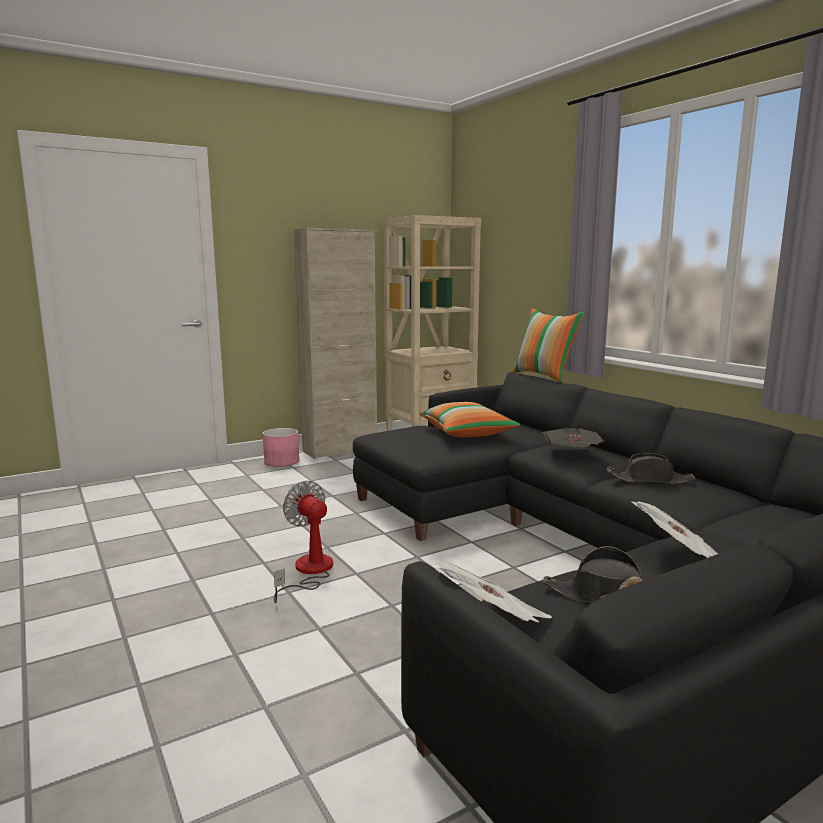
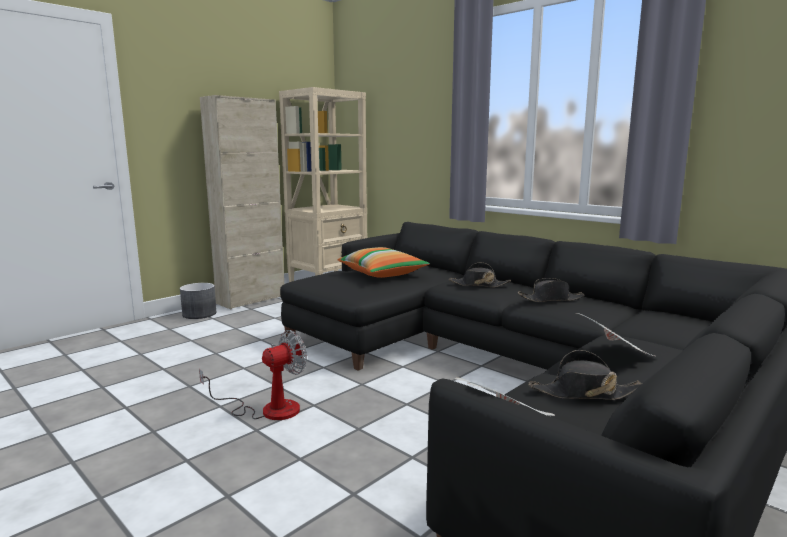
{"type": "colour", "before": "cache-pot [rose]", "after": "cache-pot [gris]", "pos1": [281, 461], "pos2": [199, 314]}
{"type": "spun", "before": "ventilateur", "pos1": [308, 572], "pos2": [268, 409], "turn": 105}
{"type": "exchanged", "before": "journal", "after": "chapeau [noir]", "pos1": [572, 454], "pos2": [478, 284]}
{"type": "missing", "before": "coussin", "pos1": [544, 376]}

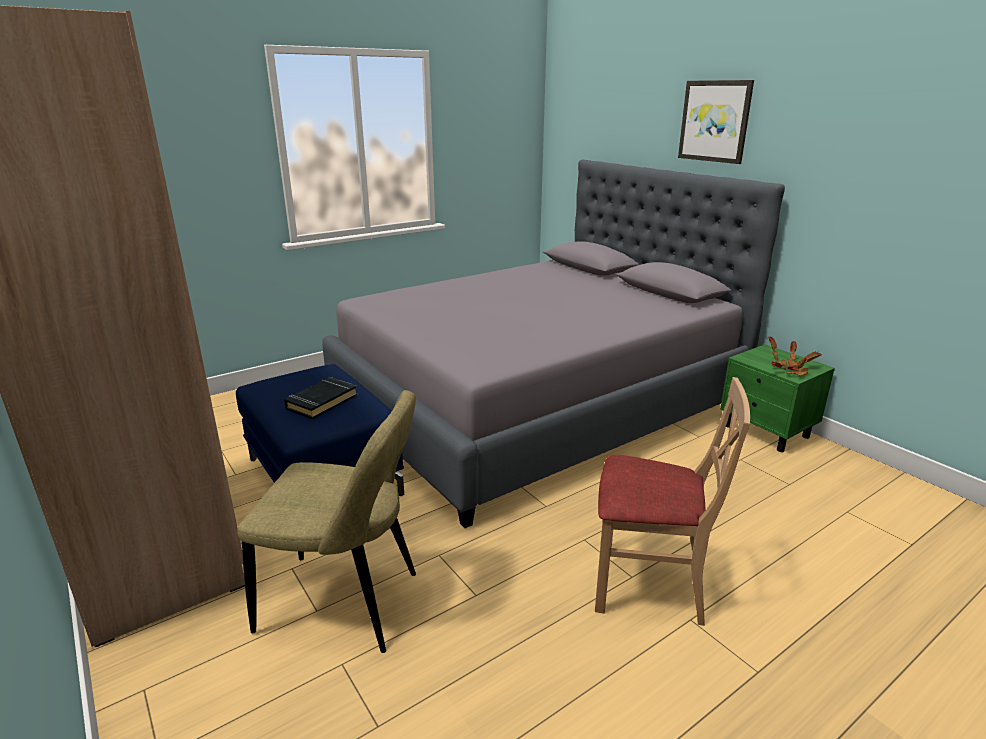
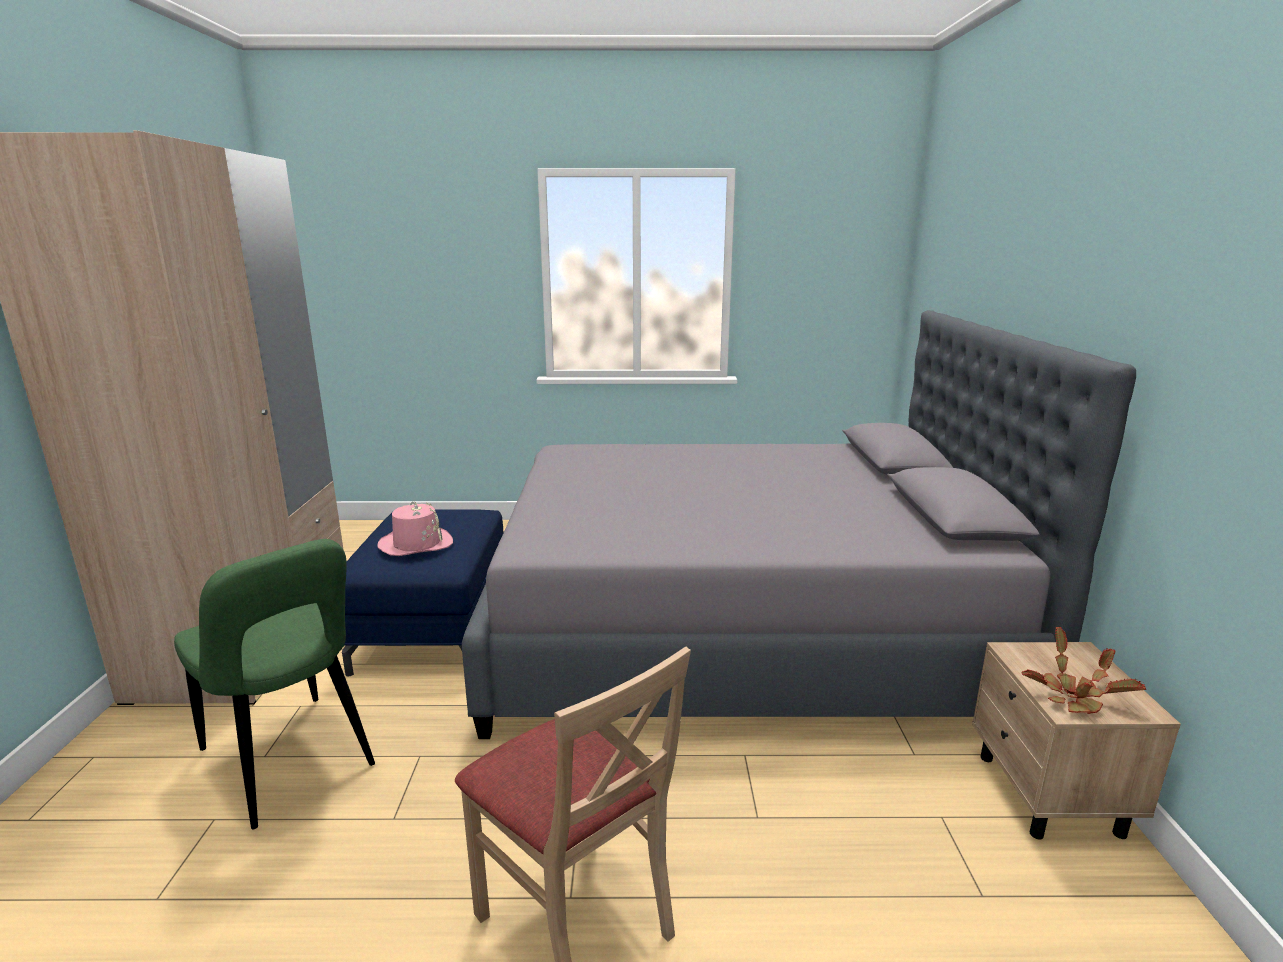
{"type": "colour", "before": "chaise [beige]", "after": "chaise [vert]", "pos1": [346, 603], "pos2": [291, 762]}
{"type": "exchanged", "before": "livre [noir]", "after": "chapeau [rose]", "pos1": [321, 402], "pos2": [416, 544]}
{"type": "colour", "before": "table de chevet [vert]", "after": "table de chevet [beige]", "pos1": [767, 432], "pos2": [1049, 795]}
{"type": "missing", "before": "tableau", "pos1": [715, 121]}

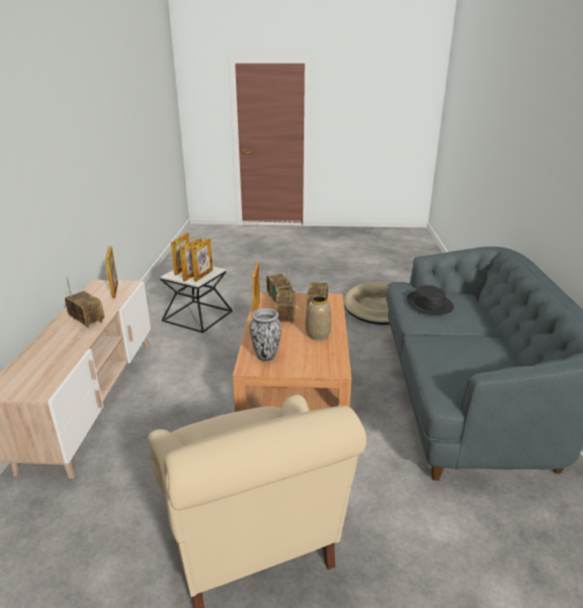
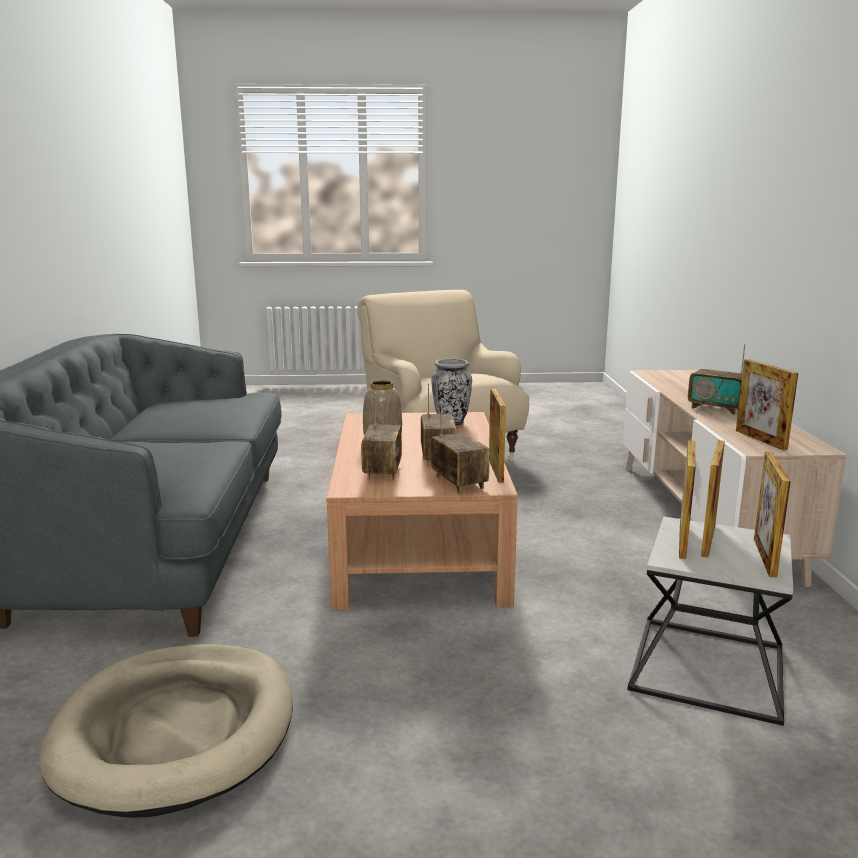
{"type": "missing", "before": "chapeau [noir]", "pos1": [429, 304]}

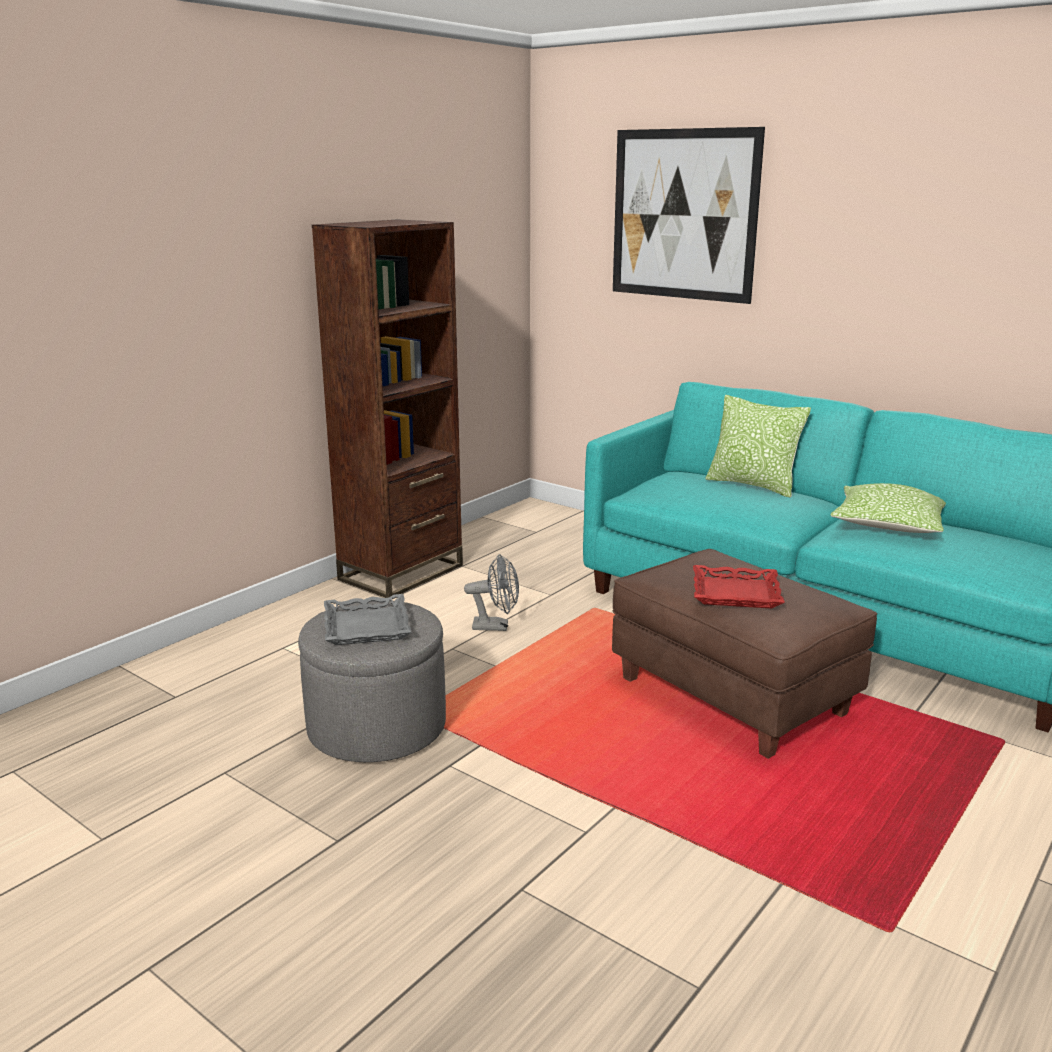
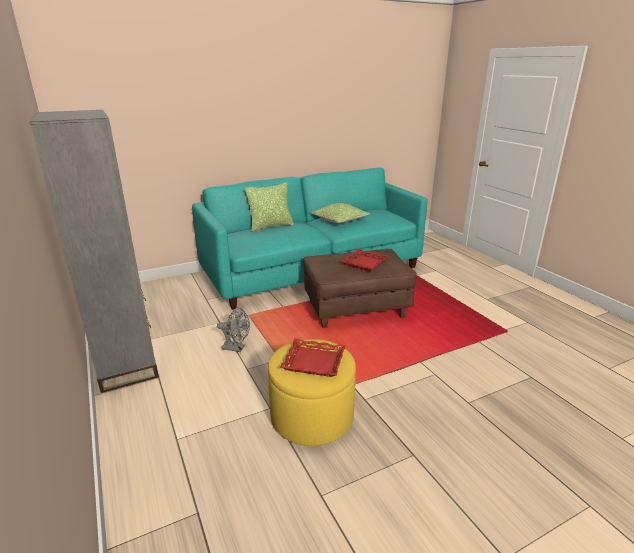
{"type": "colour", "before": "bibliothèque [marron]", "after": "bibliothèque [gris]", "pos1": [401, 572], "pos2": [126, 363]}
{"type": "spun", "before": "ventilateur [gris]", "pos1": [496, 626], "pos2": [237, 348], "turn": 75}
{"type": "colour", "before": "pouf [gris]", "after": "pouf [jaune]", "pos1": [377, 727], "pos2": [312, 416]}
{"type": "colour", "before": "plateau [gris]", "after": "plateau [rouge]", "pos1": [366, 627], "pos2": [314, 362]}
{"type": "missing", "before": "tableau", "pos1": [683, 215]}

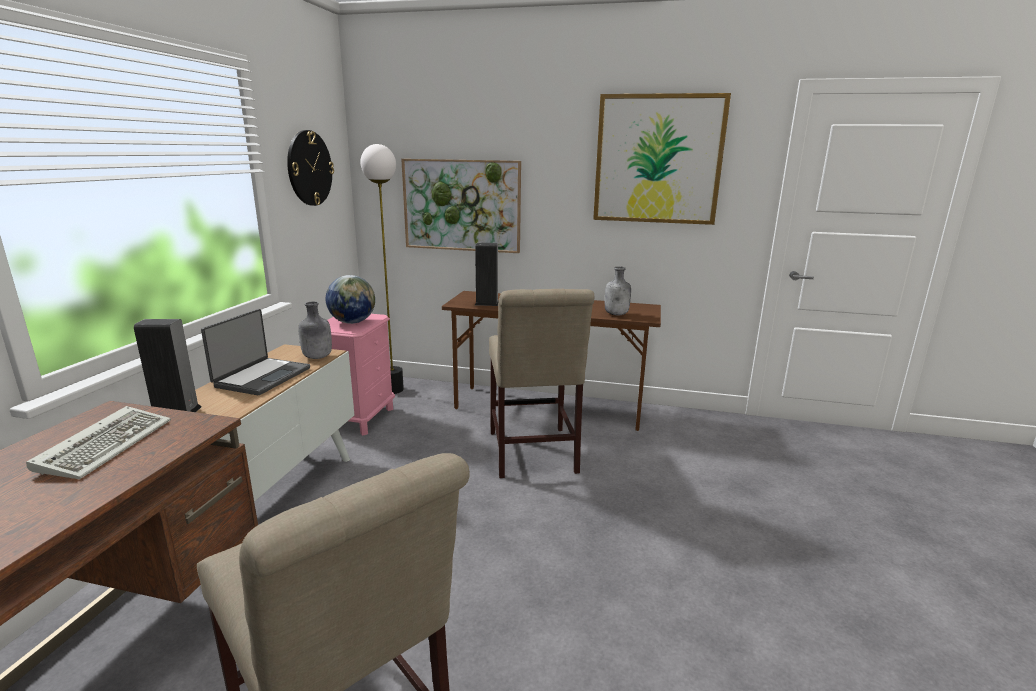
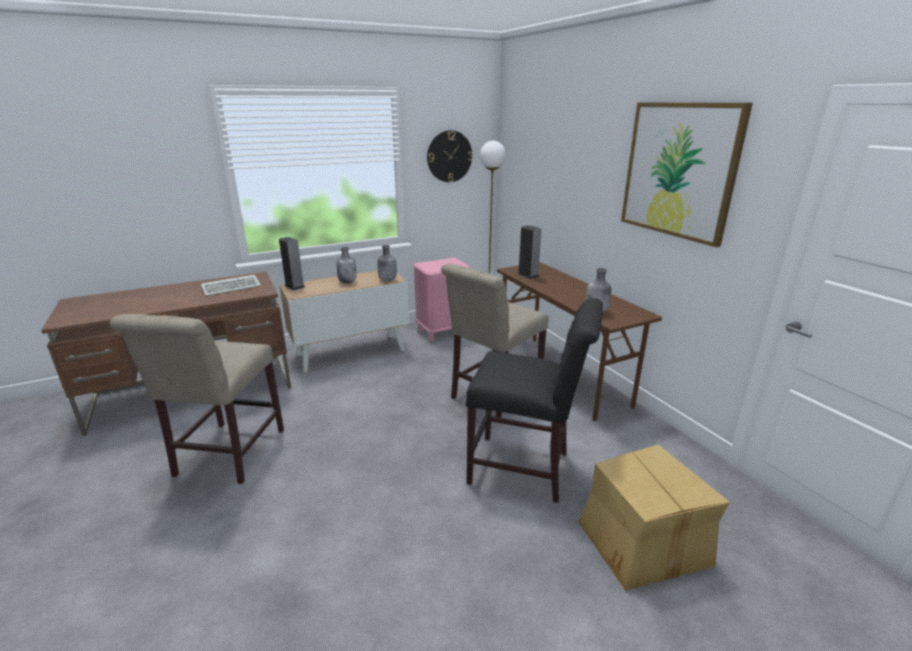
{"type": "exchanged", "before": "ordinateur portable", "after": "bouteille [gris]", "pos1": [261, 377], "pos2": [348, 282]}
{"type": "appeared", "after": "chaise [noir]", "pos2": [525, 469]}
{"type": "appeared", "after": "carton", "pos2": [642, 542]}
{"type": "missing", "before": "globe", "pos1": [352, 322]}
{"type": "missing", "before": "tableau", "pos1": [462, 205]}

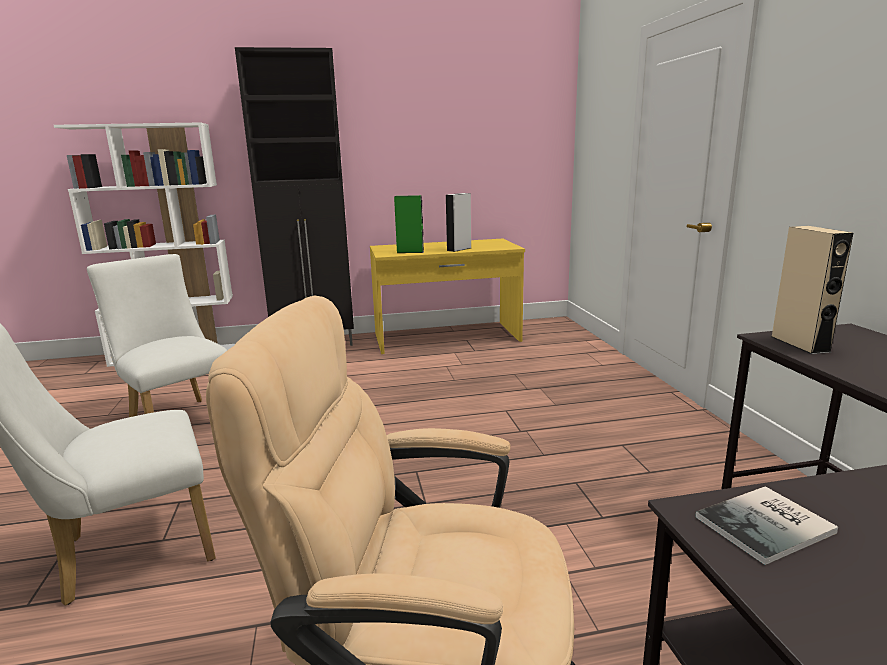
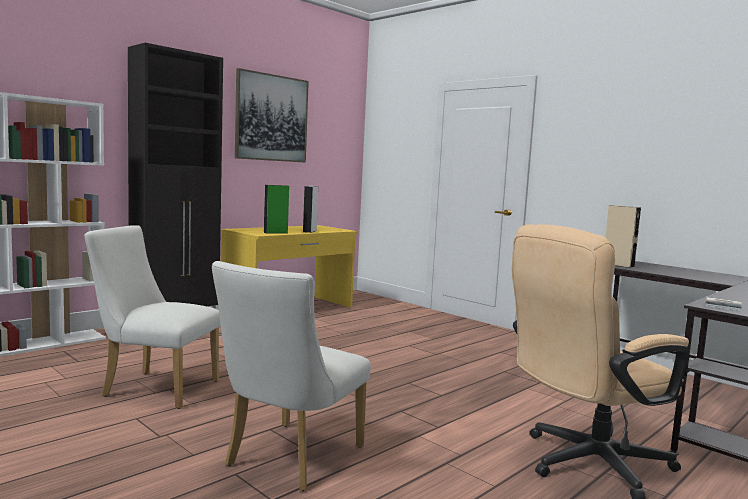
{"type": "appeared", "after": "tableau", "pos2": [271, 118]}

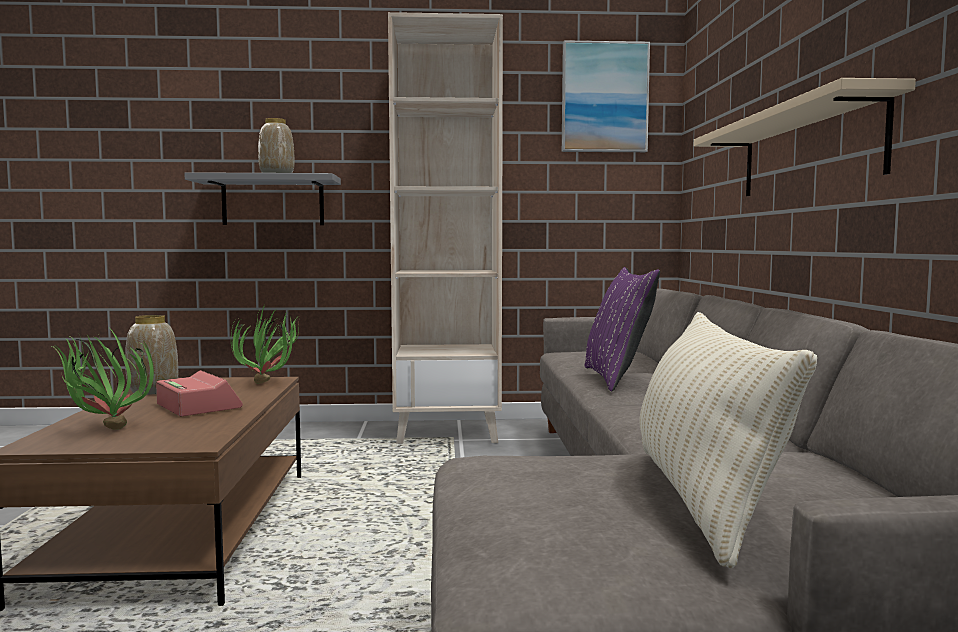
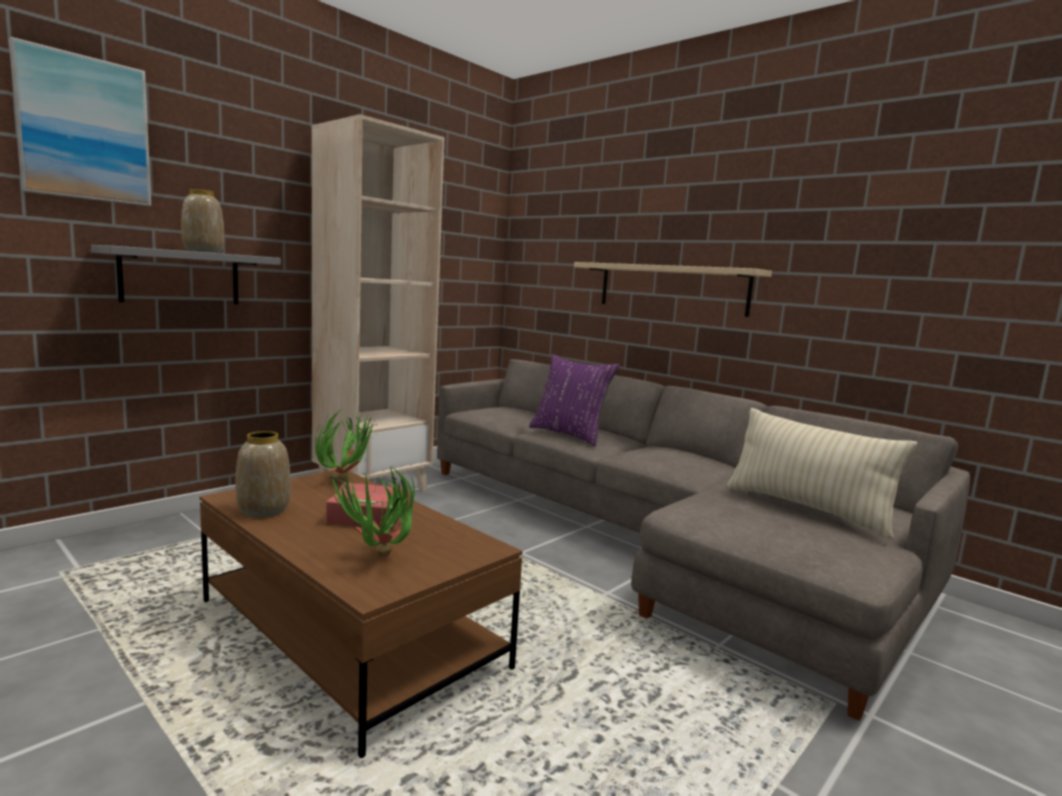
{"type": "relocated", "before": "tableau", "pos1": [604, 98], "pos2": [84, 129]}

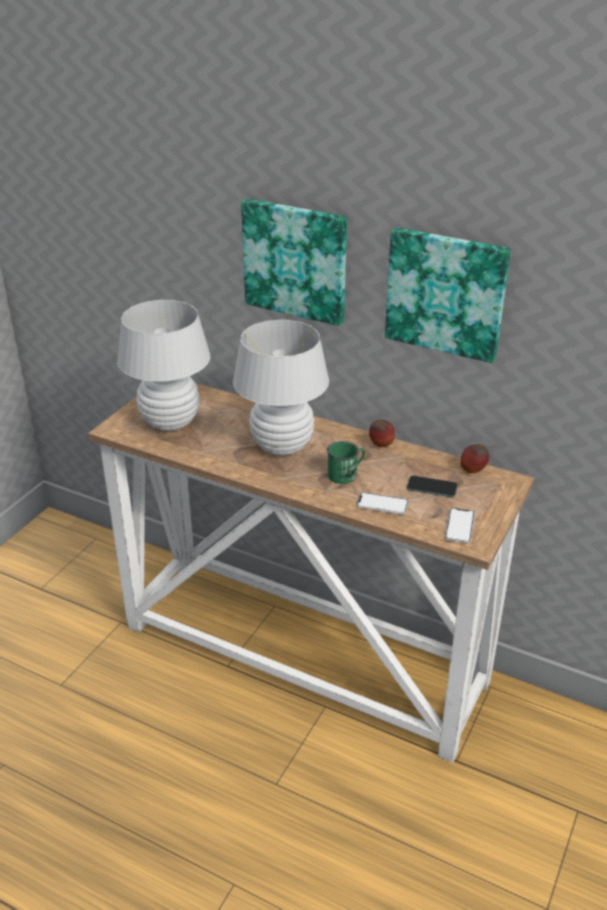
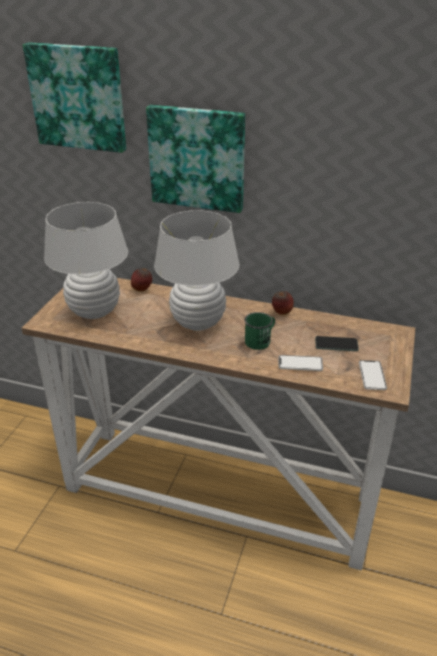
{"type": "relocated", "before": "tableau", "pos1": [446, 293], "pos2": [78, 97]}
{"type": "relocated", "before": "pomme", "pos1": [473, 471], "pos2": [142, 290]}

